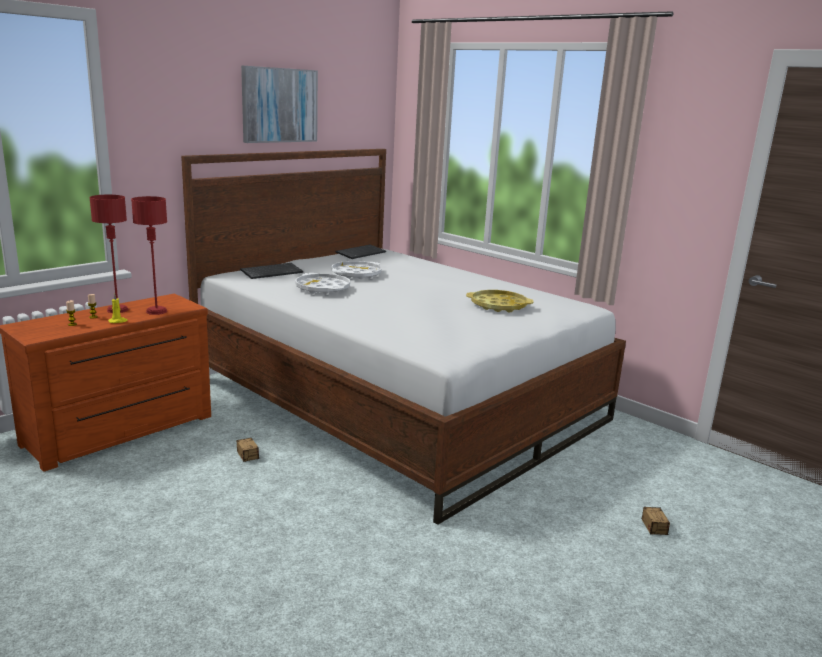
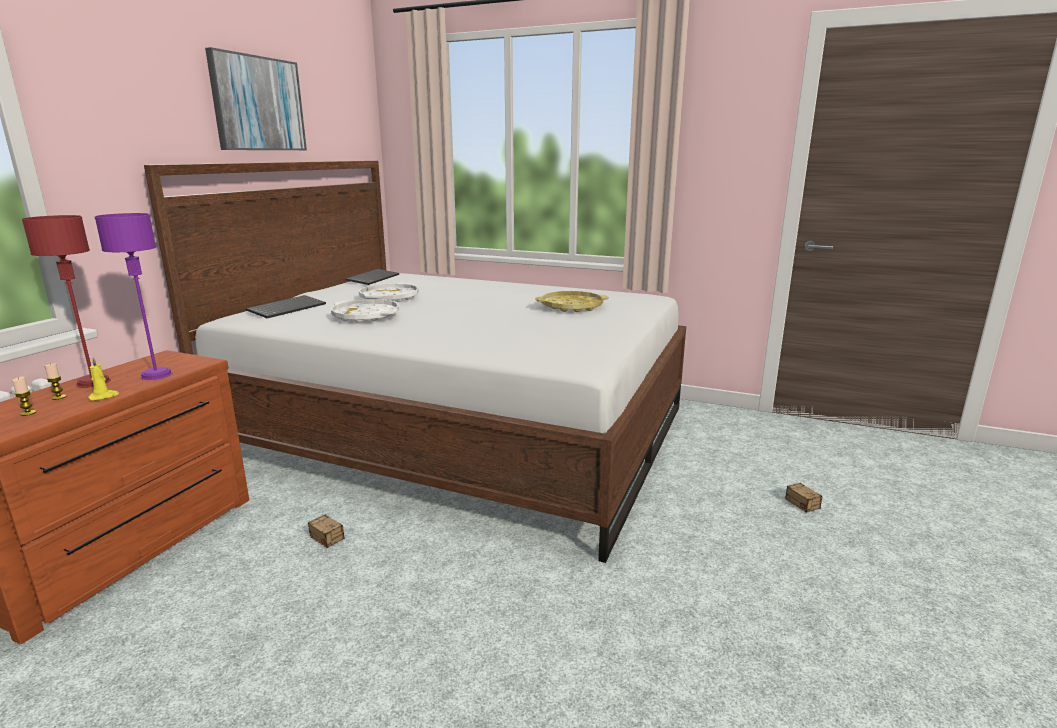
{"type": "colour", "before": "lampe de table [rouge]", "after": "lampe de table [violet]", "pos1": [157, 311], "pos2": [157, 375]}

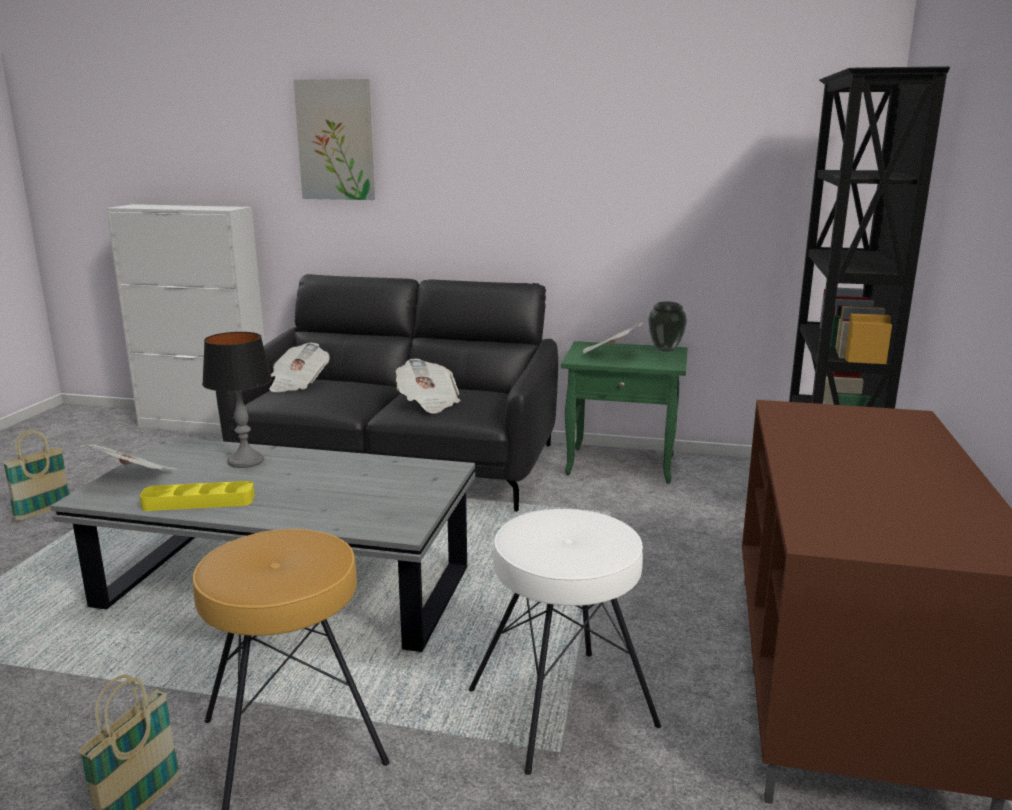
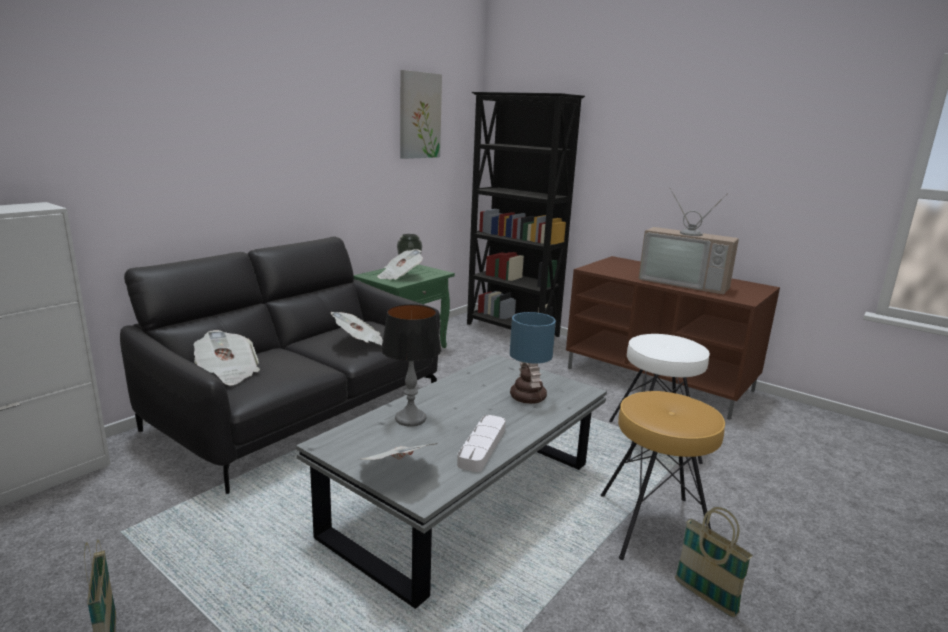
{"type": "relocated", "before": "tableau", "pos1": [336, 140], "pos2": [419, 115]}
{"type": "colour", "before": "plateau [jaune]", "after": "plateau [blanc]", "pos1": [199, 502], "pos2": [482, 446]}
{"type": "appeared", "after": "lampe de table", "pos2": [526, 396]}
{"type": "appeared", "after": "téléviseur", "pos2": [685, 282]}

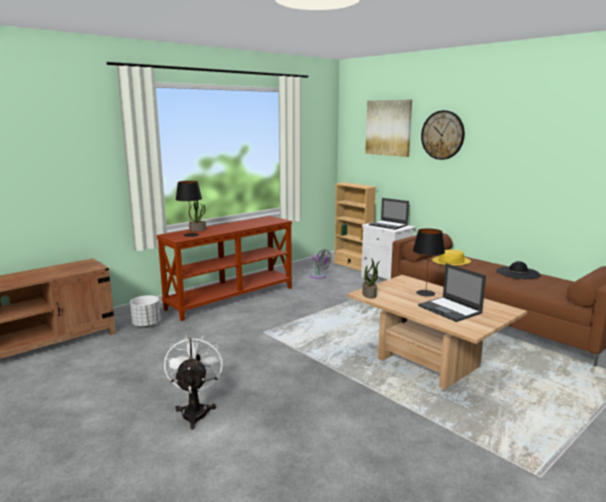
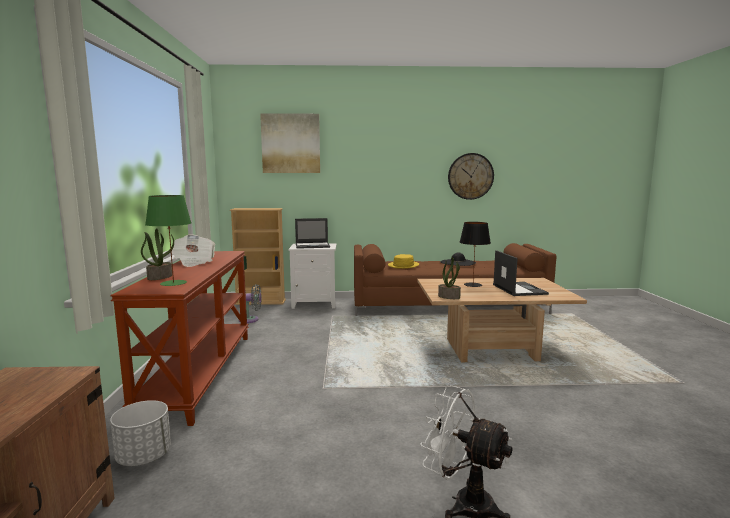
{"type": "colour", "before": "lampe de table [noir]", "after": "lampe de table [vert]", "pos1": [191, 235], "pos2": [174, 283]}
{"type": "appeared", "after": "journal", "pos2": [194, 262]}
{"type": "relocated", "before": "horloge murale", "pos1": [442, 135], "pos2": [470, 176]}
{"type": "spun", "before": "ordinateur portable", "pos1": [450, 309], "pos2": [518, 289], "turn": -105}

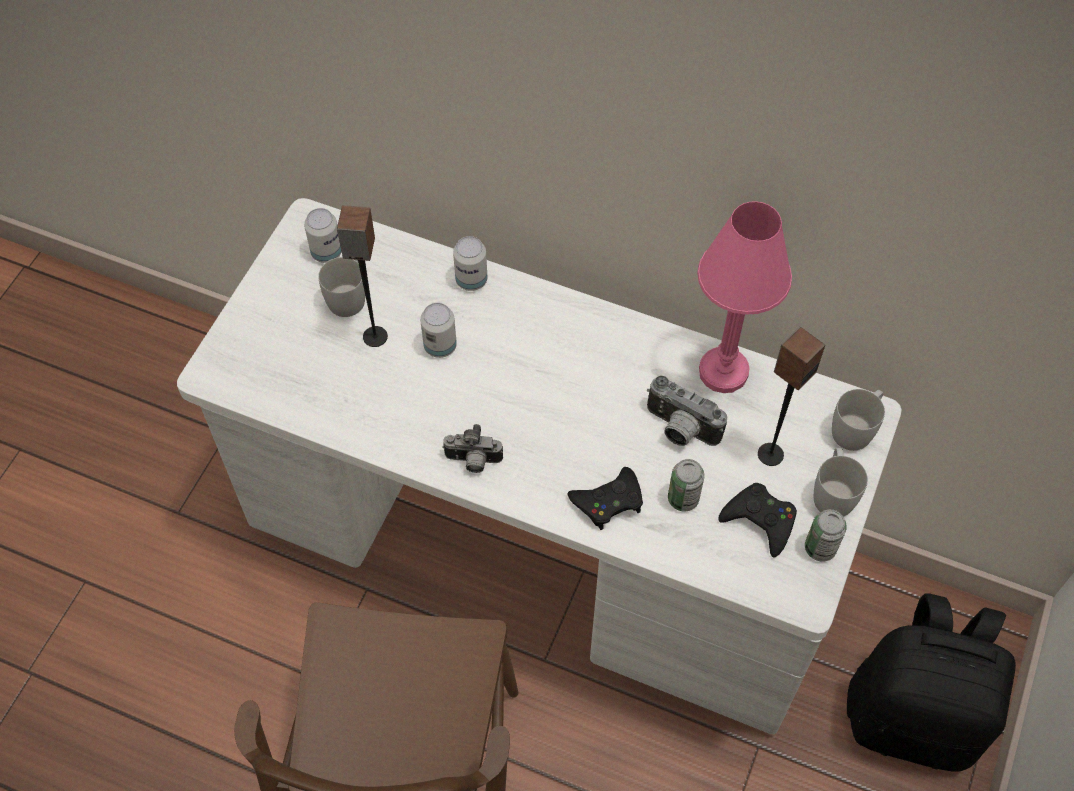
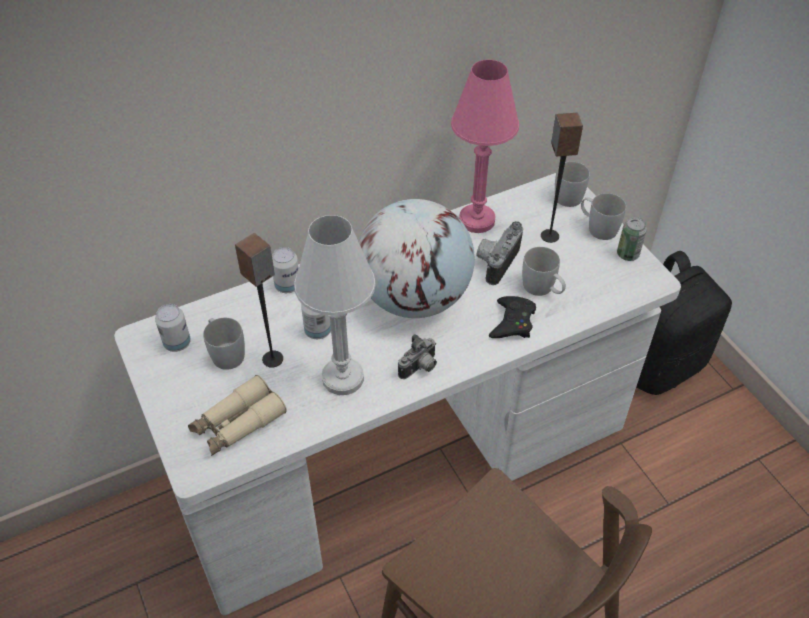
{"type": "appeared", "after": "jumelles [beige]", "pos2": [238, 423]}
{"type": "appeared", "after": "lampe de table [blanc]", "pos2": [342, 378]}
{"type": "appeared", "after": "globe", "pos2": [414, 298]}
{"type": "spun", "before": "appareil photo", "pos1": [679, 430], "pos2": [495, 262], "turn": 135}
{"type": "exchanged", "before": "boîte métallique", "after": "mug [blanc]", "pos1": [683, 499], "pos2": [542, 289]}
{"type": "missing", "before": "manette [noir]", "pos1": [760, 521]}

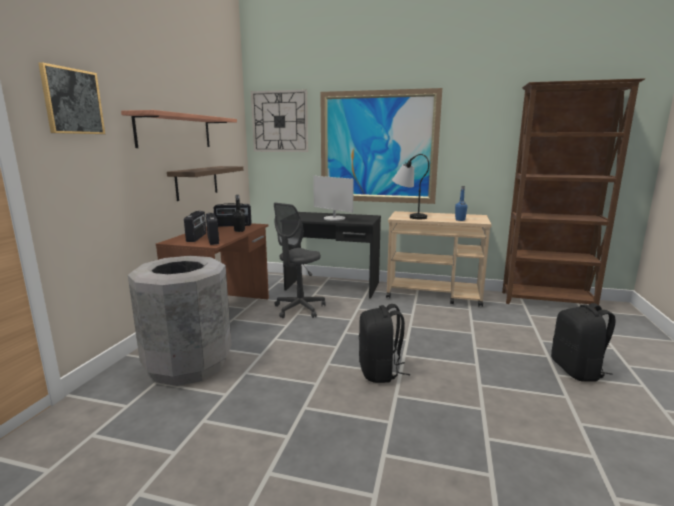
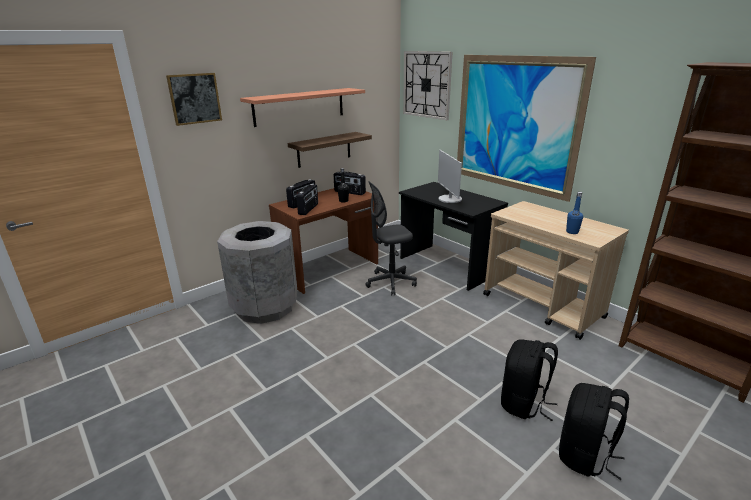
{"type": "relocated", "before": "sac à dos [noir]", "pos1": [380, 372], "pos2": [524, 403]}
{"type": "missing", "before": "lampe de table", "pos1": [408, 216]}

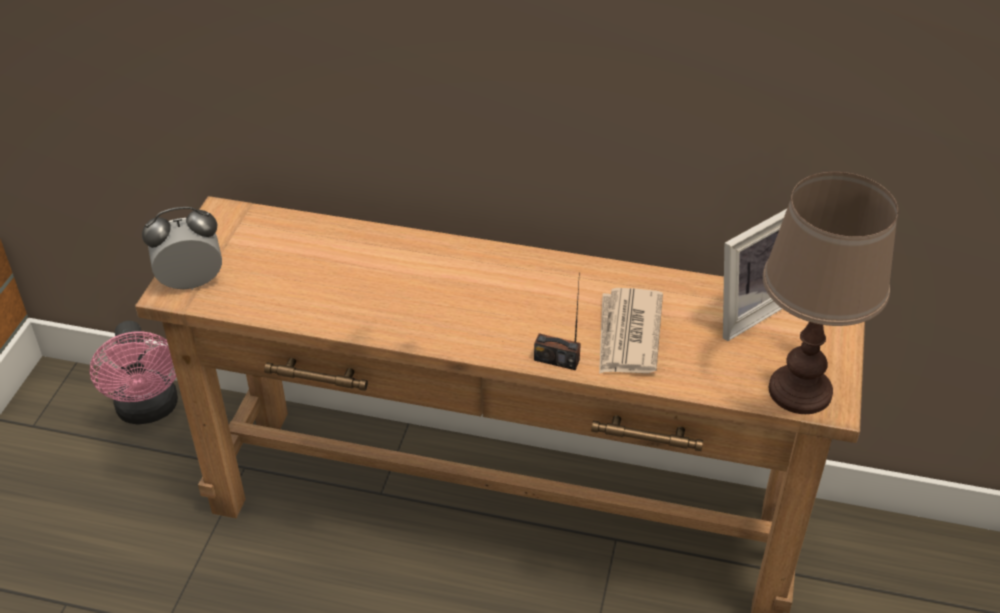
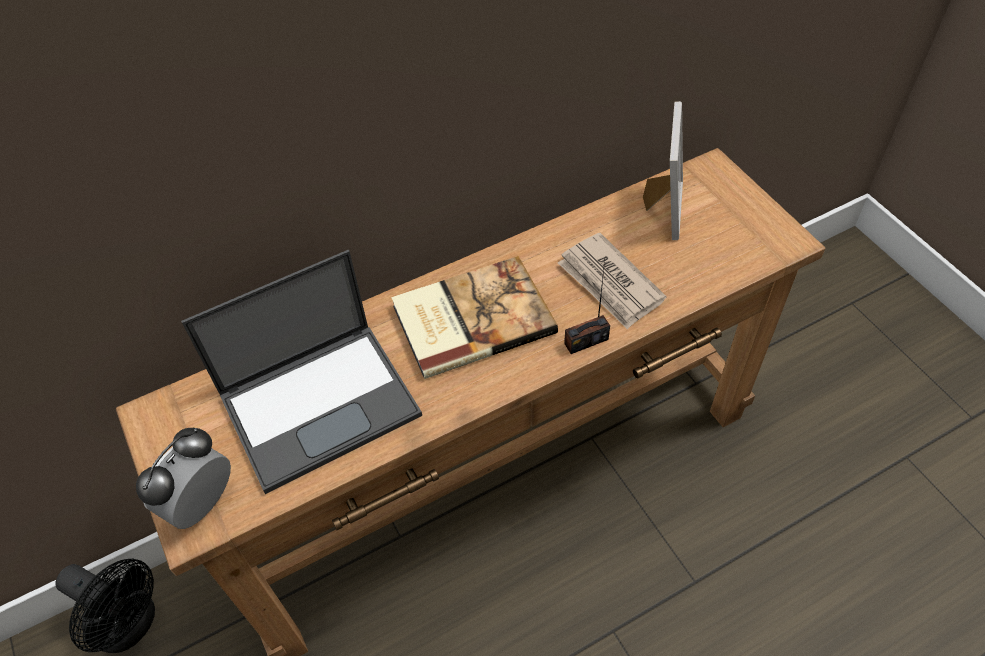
{"type": "colour", "before": "ventilateur [rose]", "after": "ventilateur [noir]", "pos1": [149, 410], "pos2": [131, 625]}
{"type": "appeared", "after": "ordinateur portable", "pos2": [321, 402]}
{"type": "appeared", "after": "livre", "pos2": [471, 318]}
{"type": "missing", "before": "lampe de table [marron]", "pos1": [801, 391]}

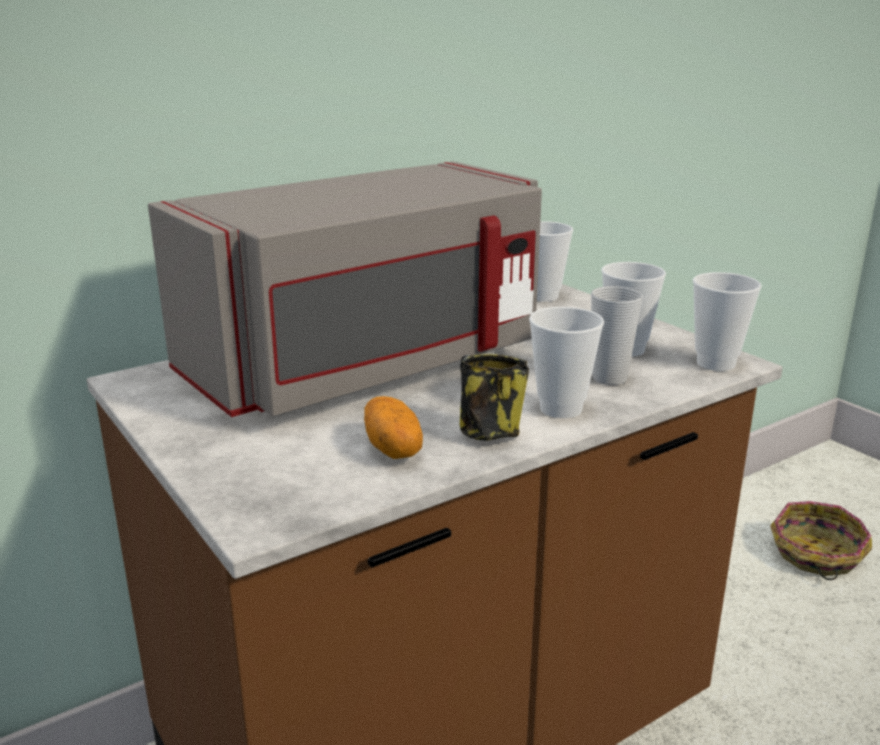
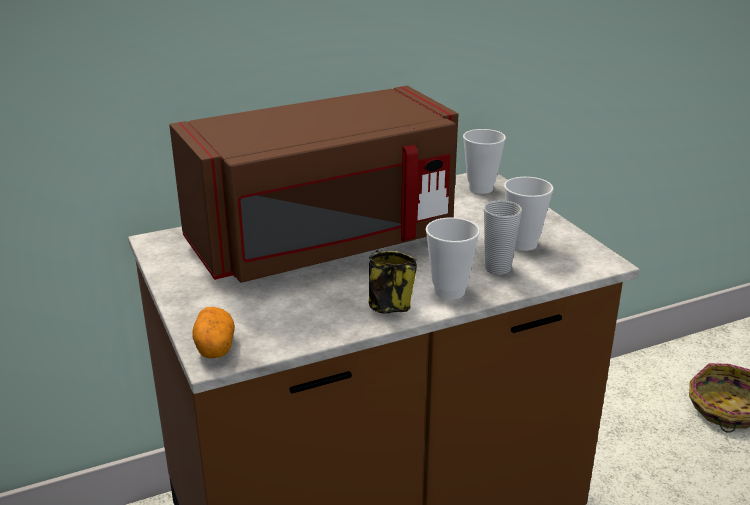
{"type": "colour", "before": "micro-ondes [gris]", "after": "micro-ondes [marron]", "pos1": [369, 366], "pos2": [325, 242]}
{"type": "relocated", "before": "pomme de terre", "pos1": [393, 448], "pos2": [215, 347]}
{"type": "missing", "before": "tasse", "pos1": [715, 363]}

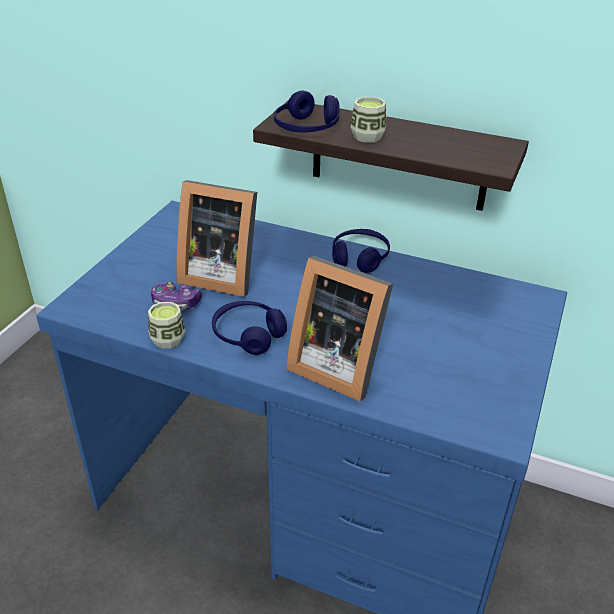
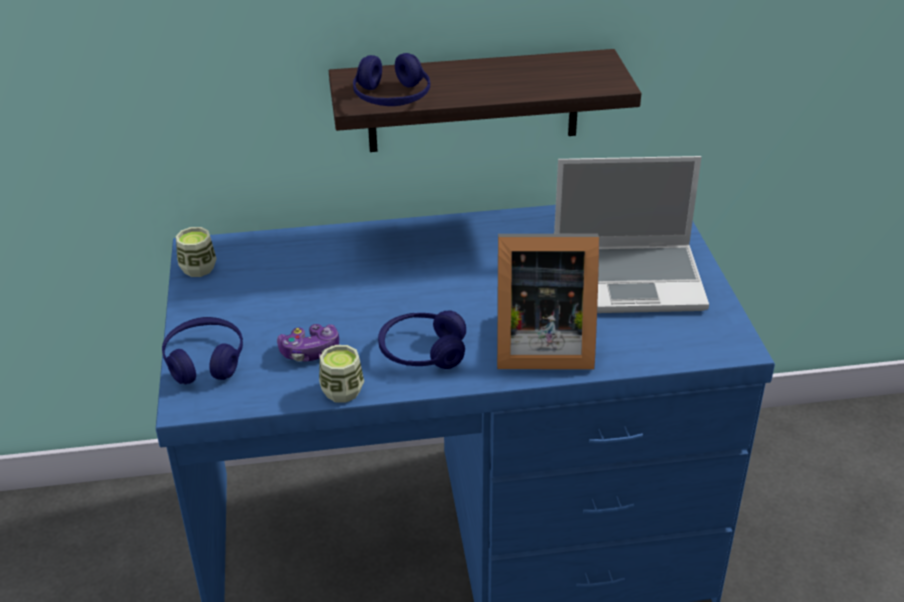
{"type": "relocated", "before": "casque audio [bleu]", "pos1": [359, 258], "pos2": [205, 360]}
{"type": "relocated", "before": "tasse", "pos1": [367, 137], "pos2": [198, 268]}
{"type": "appeared", "after": "ordinateur portable", "pos2": [629, 280]}
{"type": "missing", "before": "cadre photo", "pos1": [219, 275]}

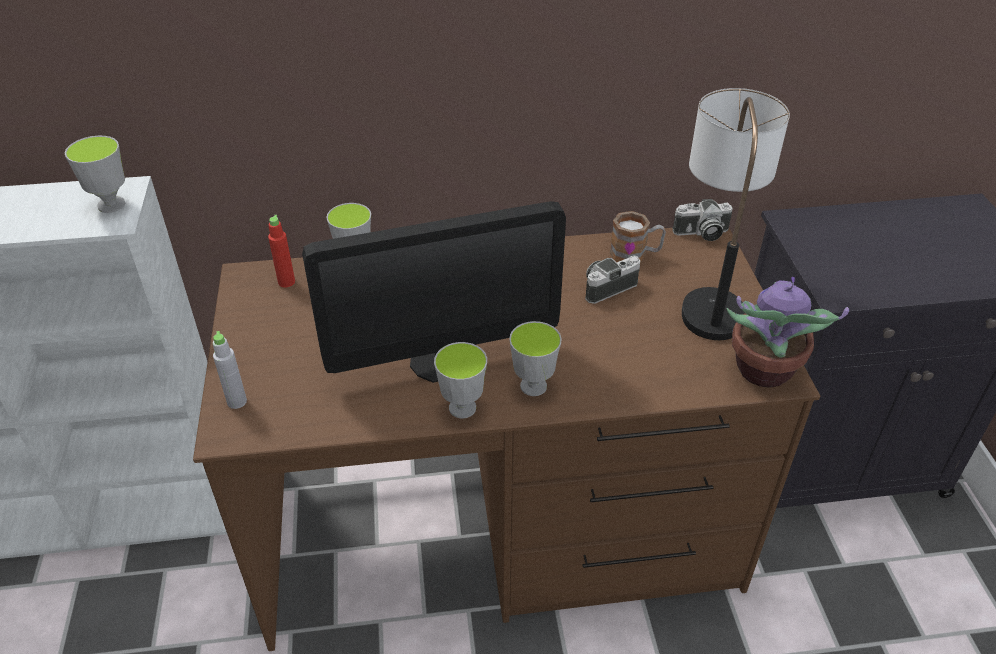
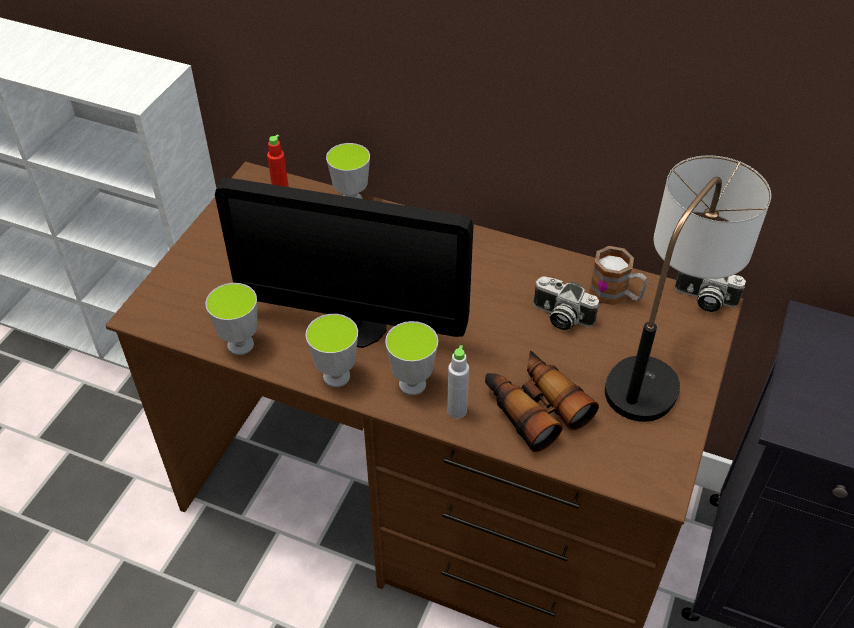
{"type": "relocated", "before": "tasse", "pos1": [111, 205], "pos2": [240, 345]}
{"type": "relocated", "before": "bouteille [gris]", "pos1": [237, 401], "pos2": [457, 410]}
{"type": "appeared", "after": "jumelles", "pos2": [534, 407]}
{"type": "spun", "before": "appareil photo", "pos1": [608, 287], "pos2": [560, 317], "turn": -150}
{"type": "missing", "before": "plante en pot", "pos1": [763, 372]}

